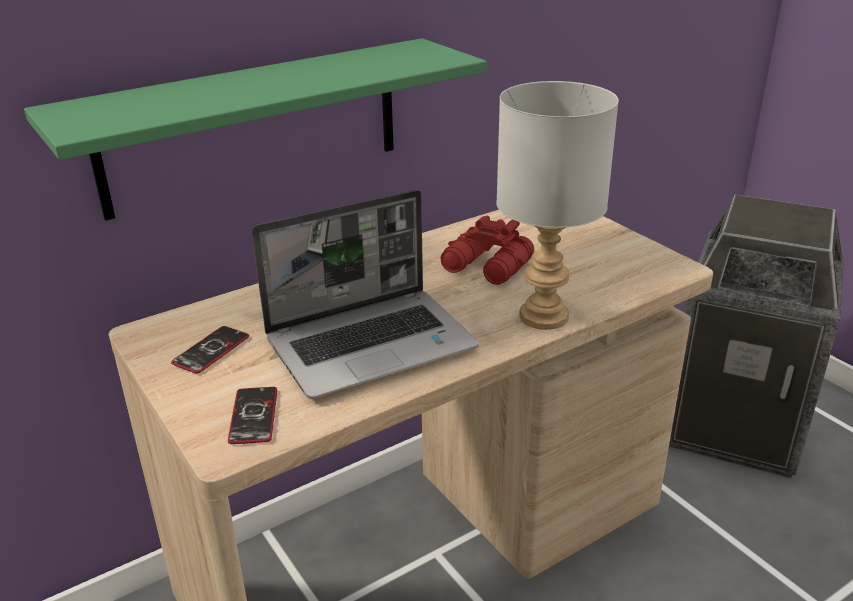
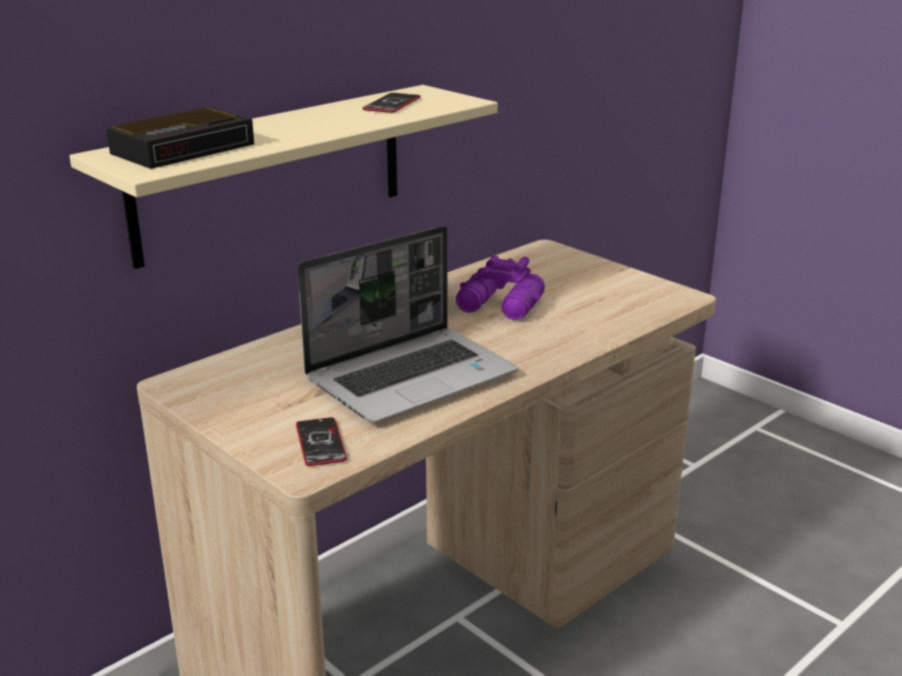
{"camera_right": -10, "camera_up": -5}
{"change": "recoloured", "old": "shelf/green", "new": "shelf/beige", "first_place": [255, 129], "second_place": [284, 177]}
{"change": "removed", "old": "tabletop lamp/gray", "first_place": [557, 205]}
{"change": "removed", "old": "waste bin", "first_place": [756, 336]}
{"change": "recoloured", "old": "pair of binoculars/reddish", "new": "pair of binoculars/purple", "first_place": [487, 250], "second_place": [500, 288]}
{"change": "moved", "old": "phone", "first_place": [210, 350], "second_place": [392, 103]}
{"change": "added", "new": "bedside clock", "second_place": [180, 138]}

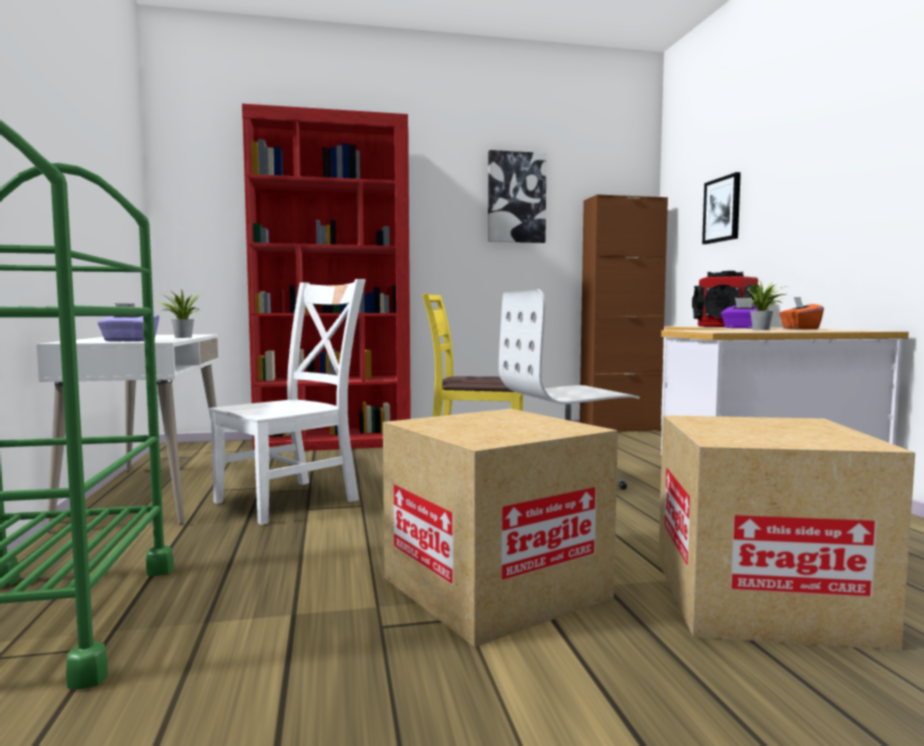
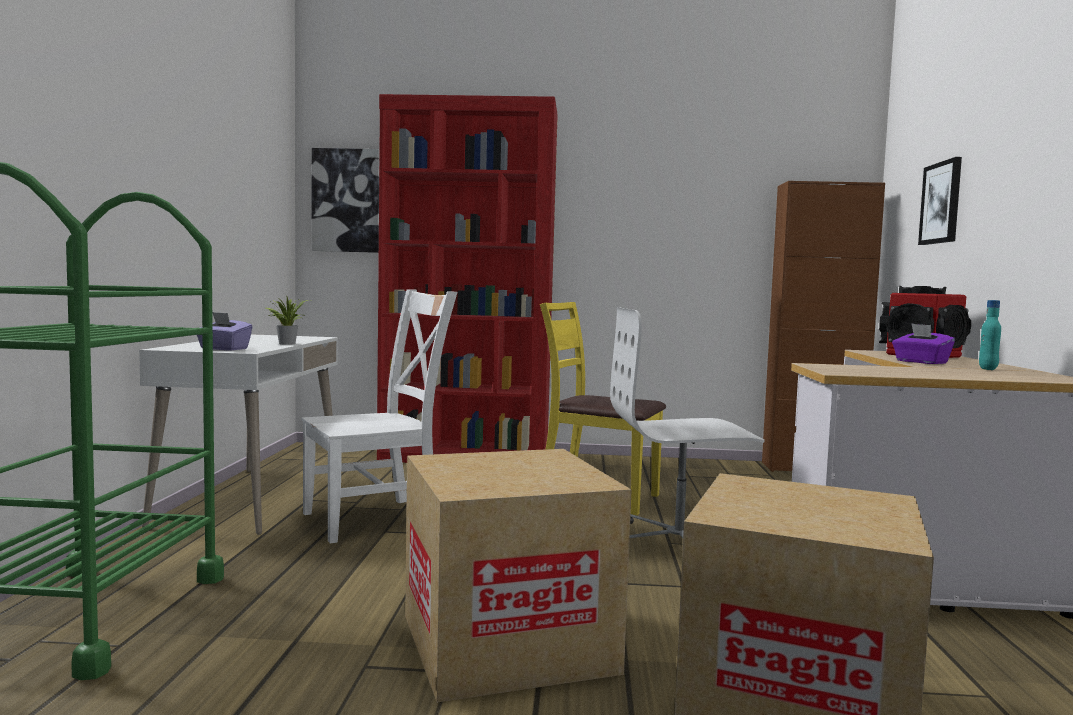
{"camera_right": 15, "camera_up": 0}
{"change": "moved", "old": "wall picture", "first_place": [517, 196], "second_place": [346, 200]}
{"change": "removed", "old": "plant in a pot", "first_place": [765, 305]}
{"change": "replaced", "old": "tissue box/orange-coloured", "new": "drink bottle/turquoise-coloured", "first_place": [801, 313], "second_place": [990, 335]}

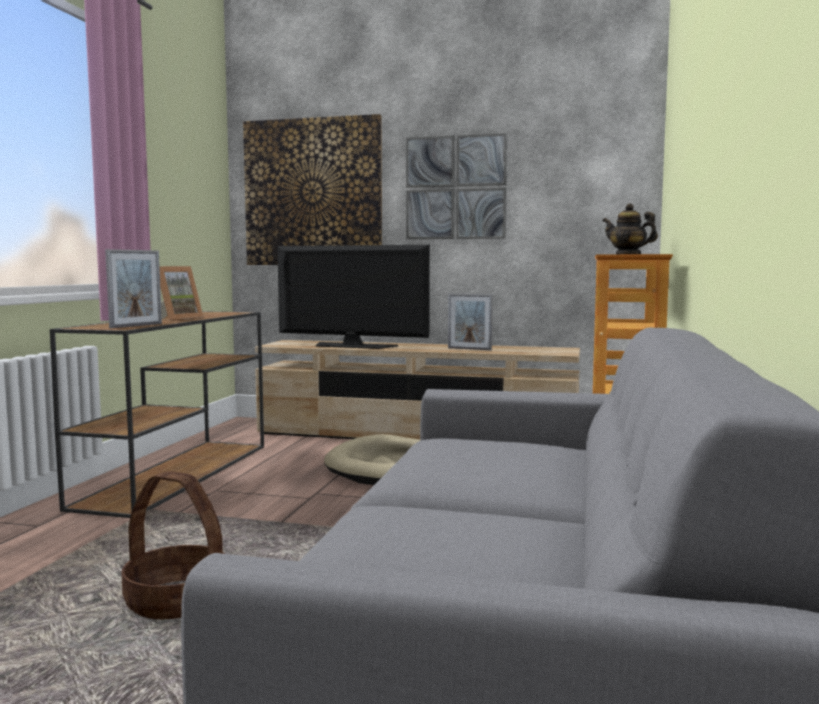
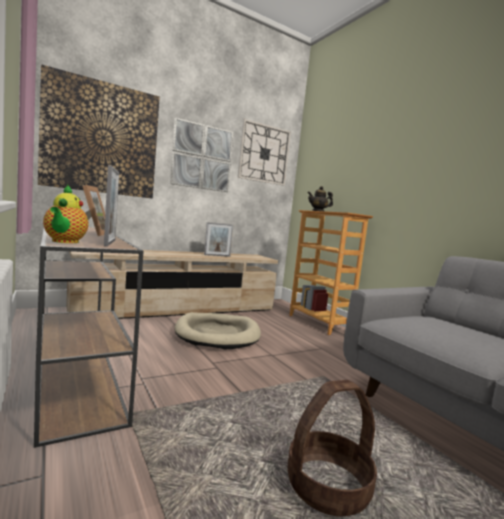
{"camera_right": -45, "camera_up": 0}
{"change": "removed", "old": "TV", "first_place": [353, 297]}
{"change": "added", "new": "wall clock", "second_place": [264, 152]}
{"change": "added", "new": "pot for tea", "second_place": [66, 213]}

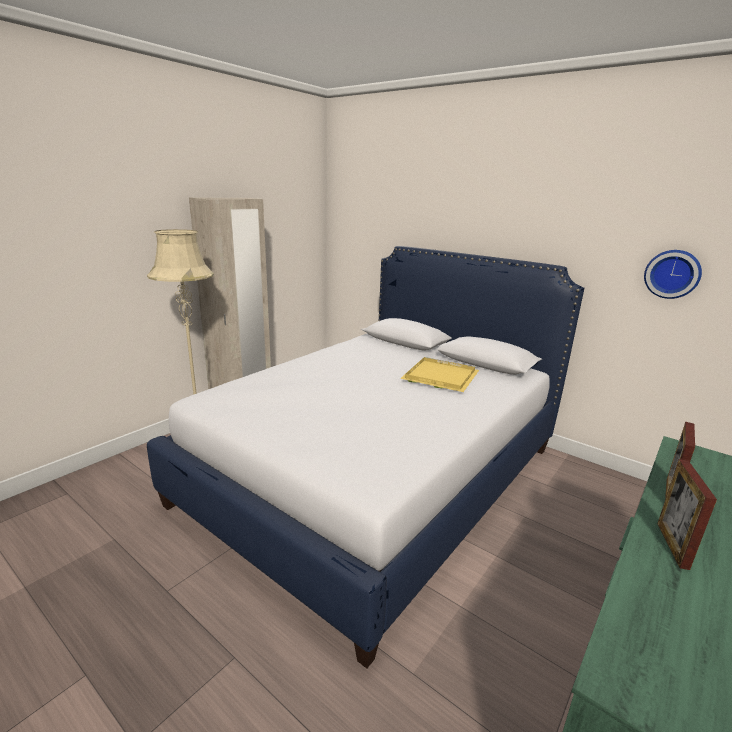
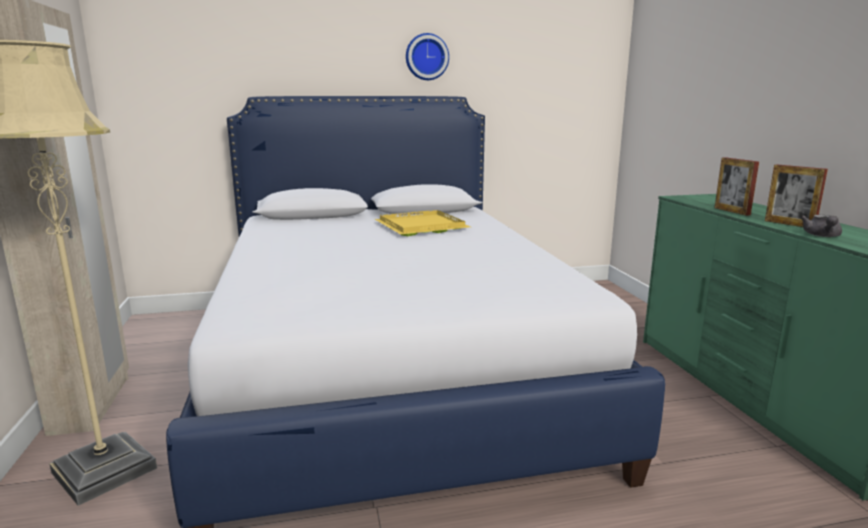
{"camera_right": -50, "camera_up": -5}
{"change": "moved", "old": "wall clock", "first_place": [673, 274], "second_place": [427, 56]}
{"change": "added", "new": "pot for tea/gray", "second_place": [821, 226]}

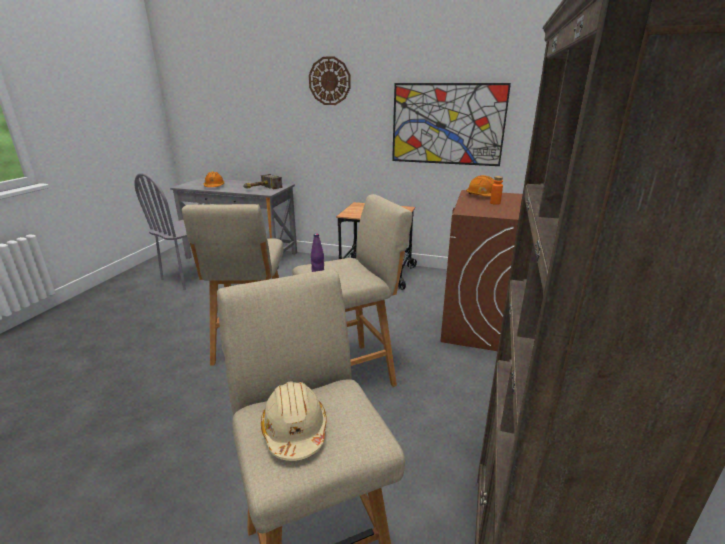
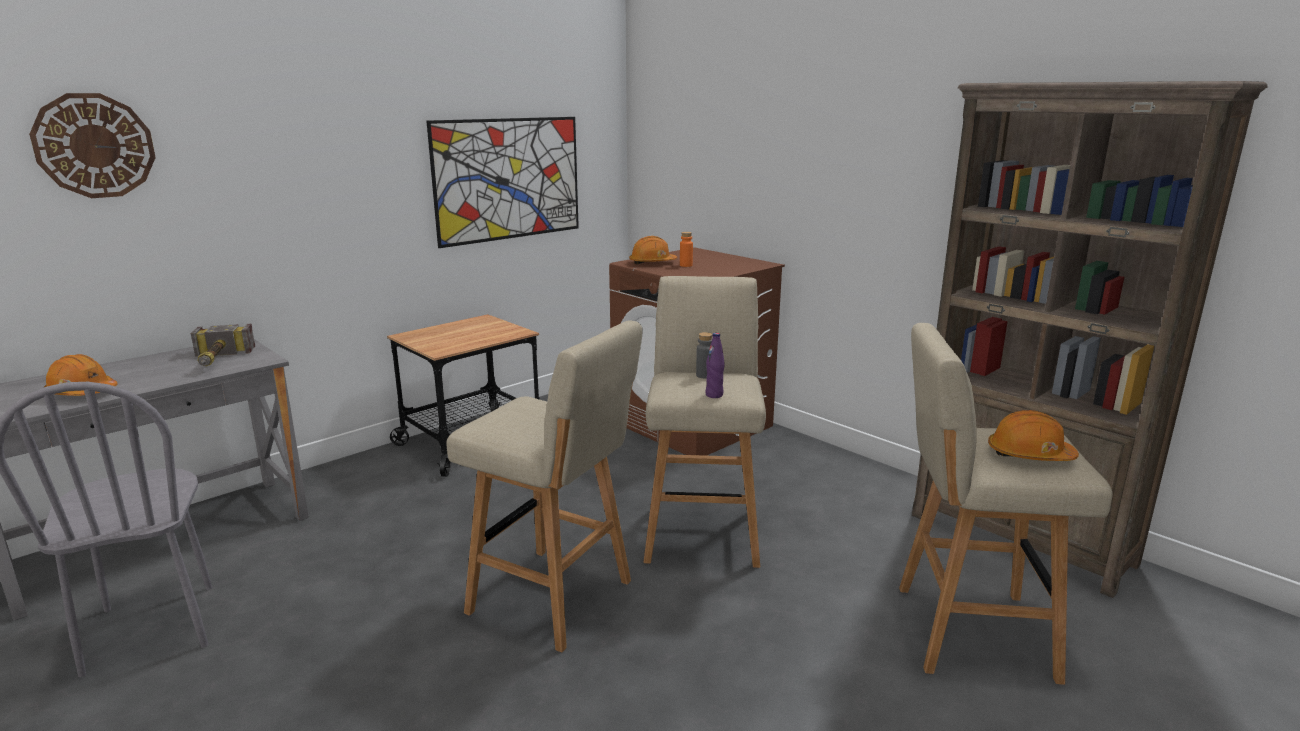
{"camera_right": -60, "camera_up": -5}
{"change": "moved", "old": "wall clock", "first_place": [330, 80], "second_place": [92, 145]}
{"change": "recoloured", "old": "safety helmet/beige", "new": "safety helmet/orange-coloured", "first_place": [294, 421], "second_place": [1033, 435]}
{"change": "added", "new": "drink bottle/gray", "second_place": [704, 355]}

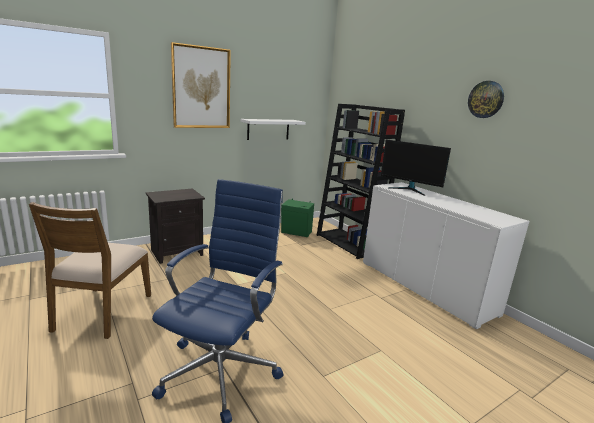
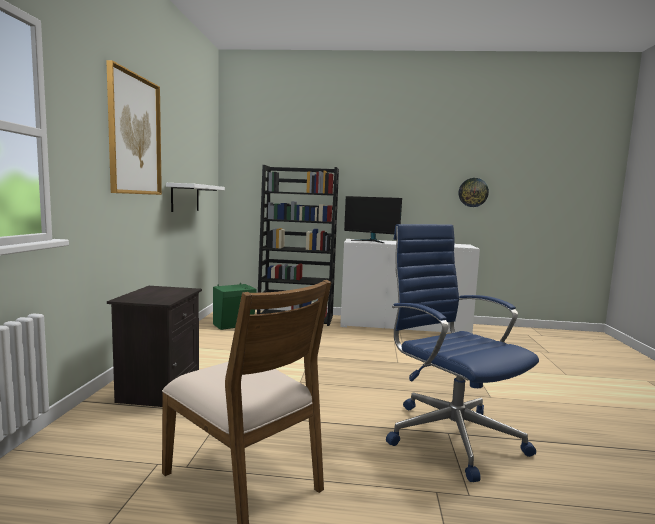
{"camera_right": -50, "camera_up": -10}
{"change": "moved", "old": "wall clock", "first_place": [486, 99], "second_place": [474, 192]}
{"change": "turned", "old": "computer display", "first_place": [416, 167], "second_place": [373, 219], "degrees": 45}

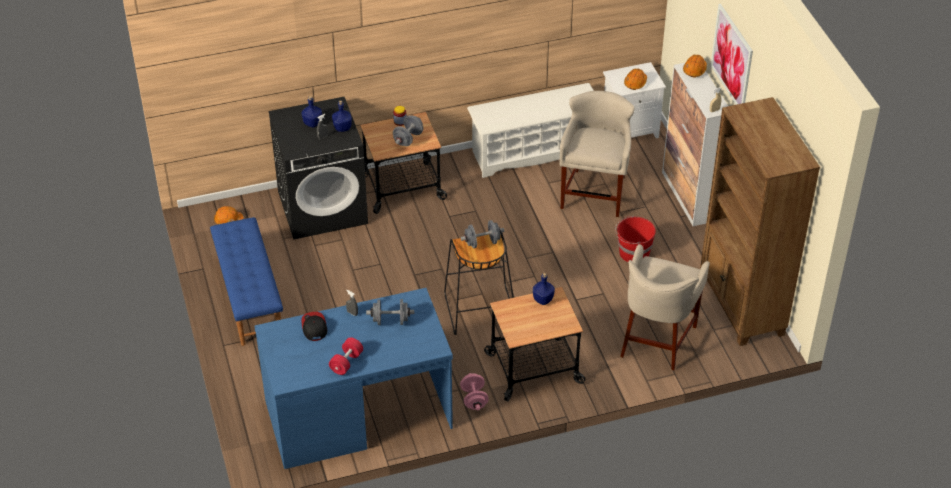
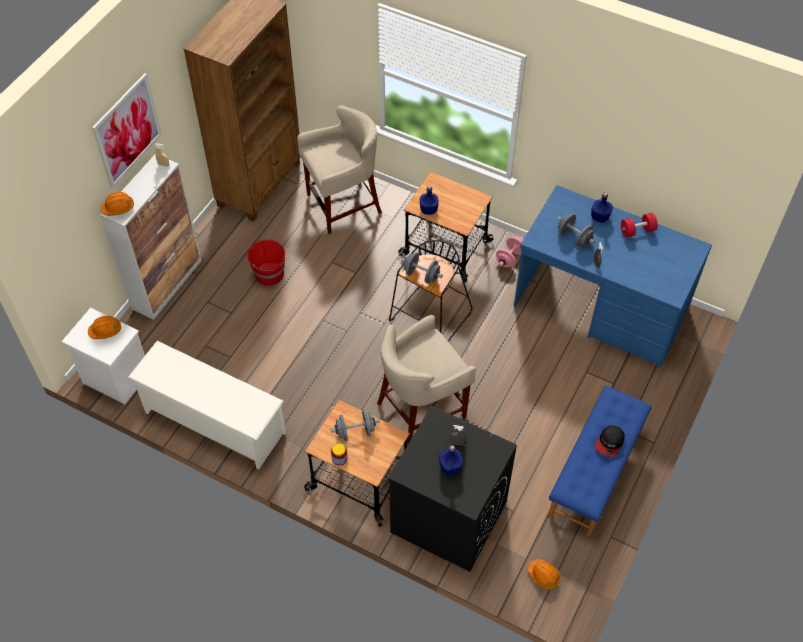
{"camera_right": -135, "camera_up": 10}
{"change": "moved", "old": "stool/beige", "first_place": [596, 154], "second_place": [426, 379]}
{"change": "moved", "old": "drink bottle/blue", "first_place": [342, 116], "second_place": [602, 207]}
{"change": "moved", "old": "baseball cap", "first_place": [314, 326], "second_place": [610, 441]}

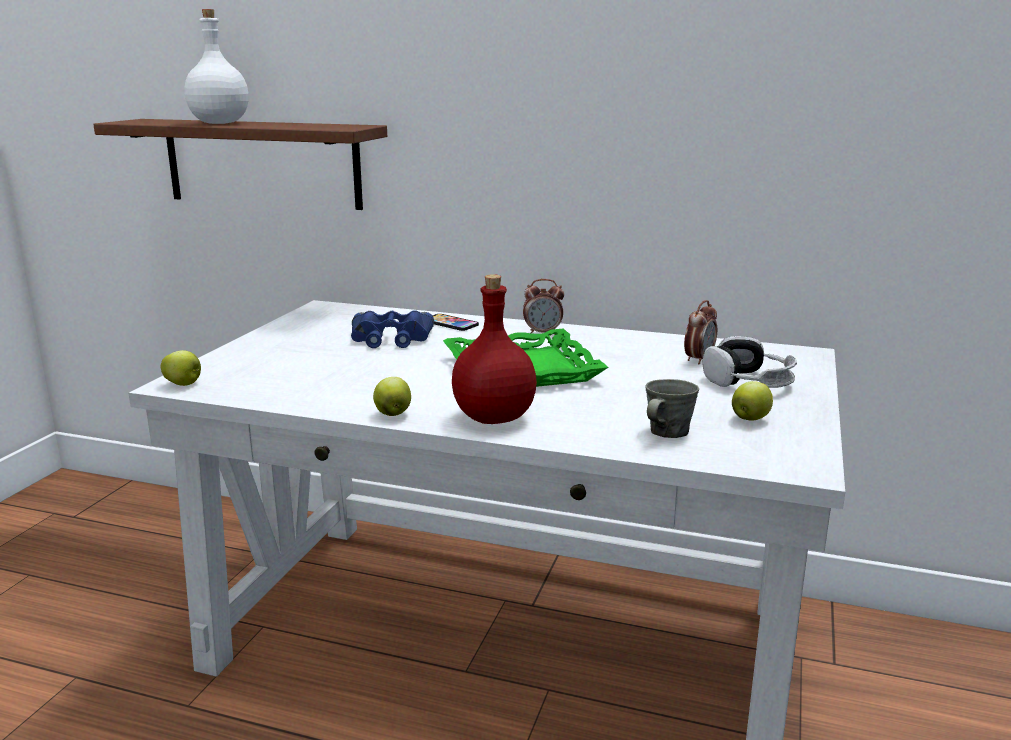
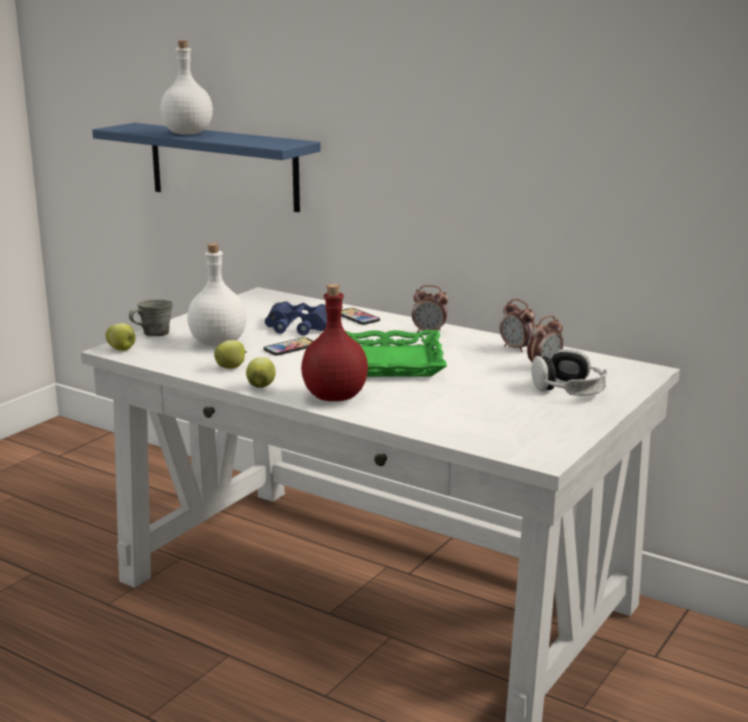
{"camera_right": 15, "camera_up": 0}
{"change": "recoloured", "old": "shelf/brownish", "new": "shelf/blue", "first_place": [240, 164], "second_place": [206, 167]}
{"change": "moved", "old": "mug/gray", "first_place": [672, 408], "second_place": [151, 318]}
{"change": "moved", "old": "apple", "first_place": [752, 400], "second_place": [230, 354]}
{"change": "added", "new": "drink bottle/whitish", "second_place": [217, 294]}
{"change": "added", "new": "bedside clock", "second_place": [518, 326]}
{"change": "added", "new": "phone", "second_place": [288, 346]}

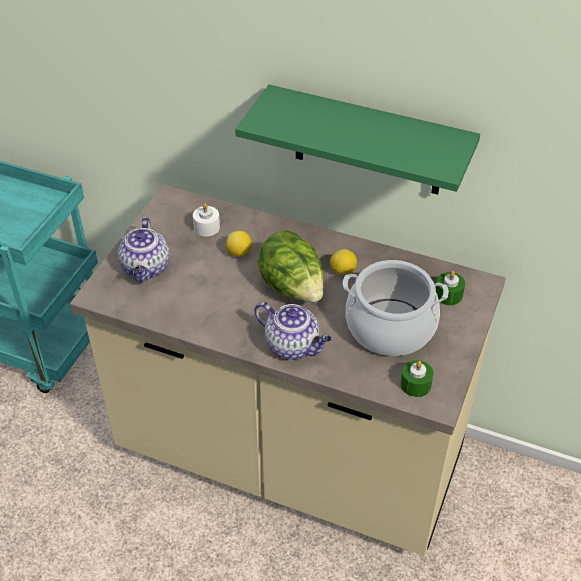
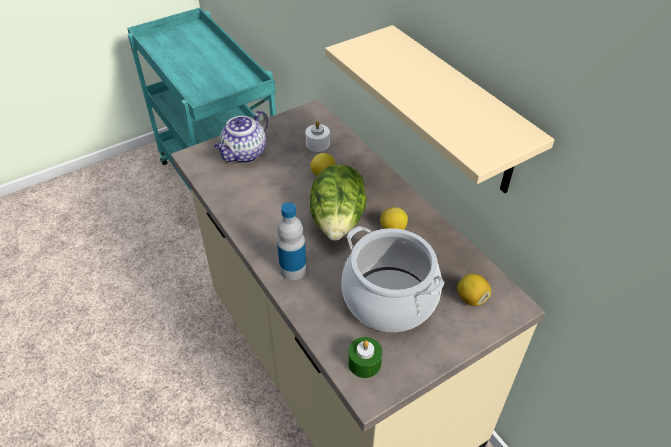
{"camera_right": 35, "camera_up": 0}
{"change": "recoloured", "old": "shelf/green", "new": "shelf/beige", "first_place": [357, 140], "second_place": [440, 109]}
{"change": "replaced", "old": "wax candle/green", "new": "whole lemon", "first_place": [450, 288], "second_place": [474, 290]}
{"change": "replaced", "old": "pot for tea", "new": "drink bottle", "first_place": [293, 331], "second_place": [292, 241]}

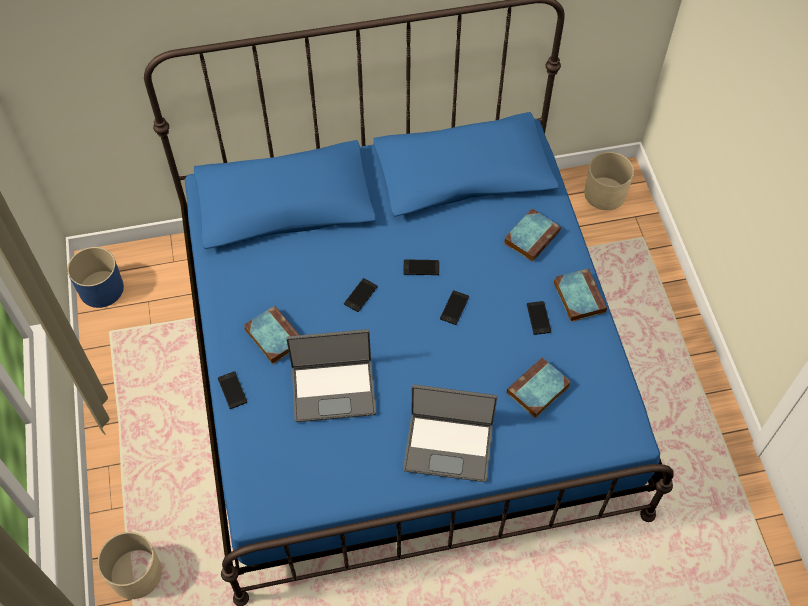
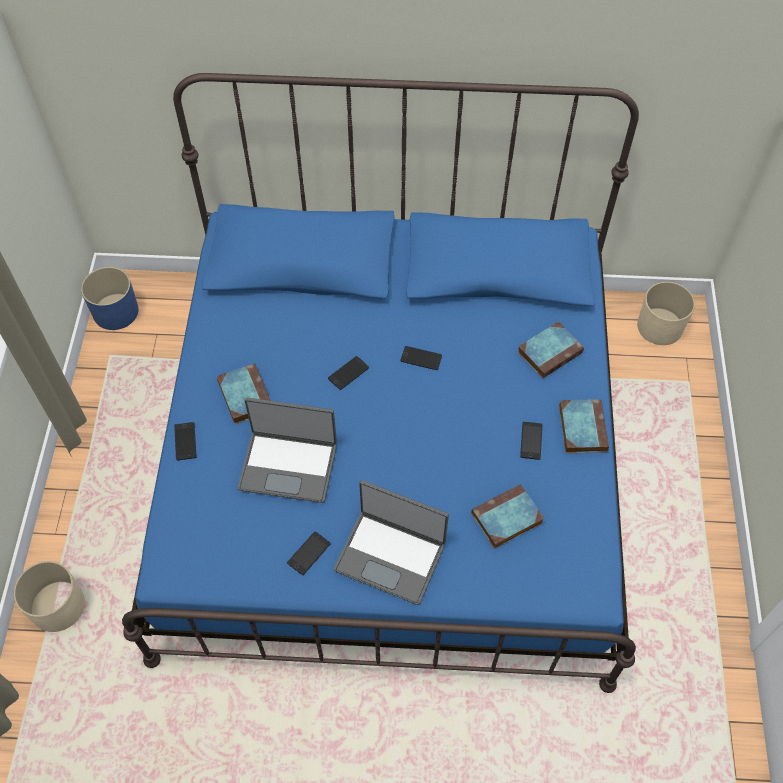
{"camera_right": 15, "camera_up": 0}
{"change": "moved", "old": "phone", "first_place": [454, 307], "second_place": [309, 553]}

